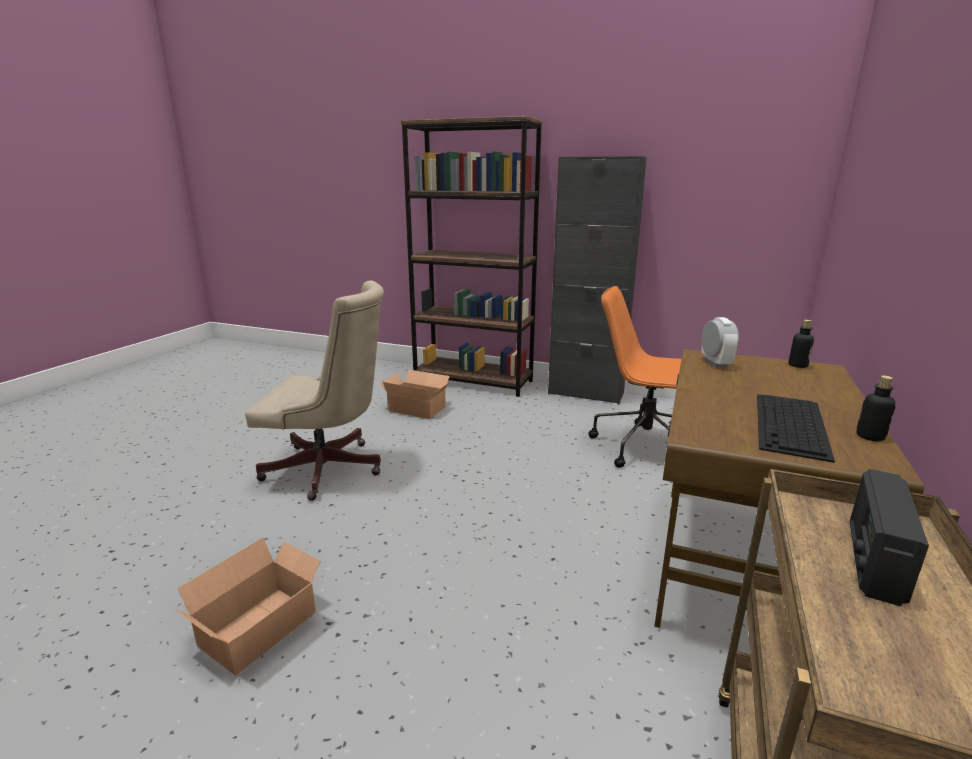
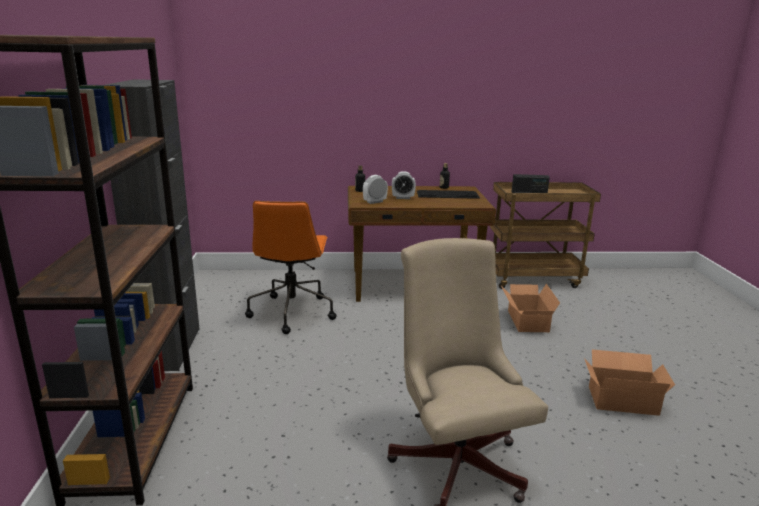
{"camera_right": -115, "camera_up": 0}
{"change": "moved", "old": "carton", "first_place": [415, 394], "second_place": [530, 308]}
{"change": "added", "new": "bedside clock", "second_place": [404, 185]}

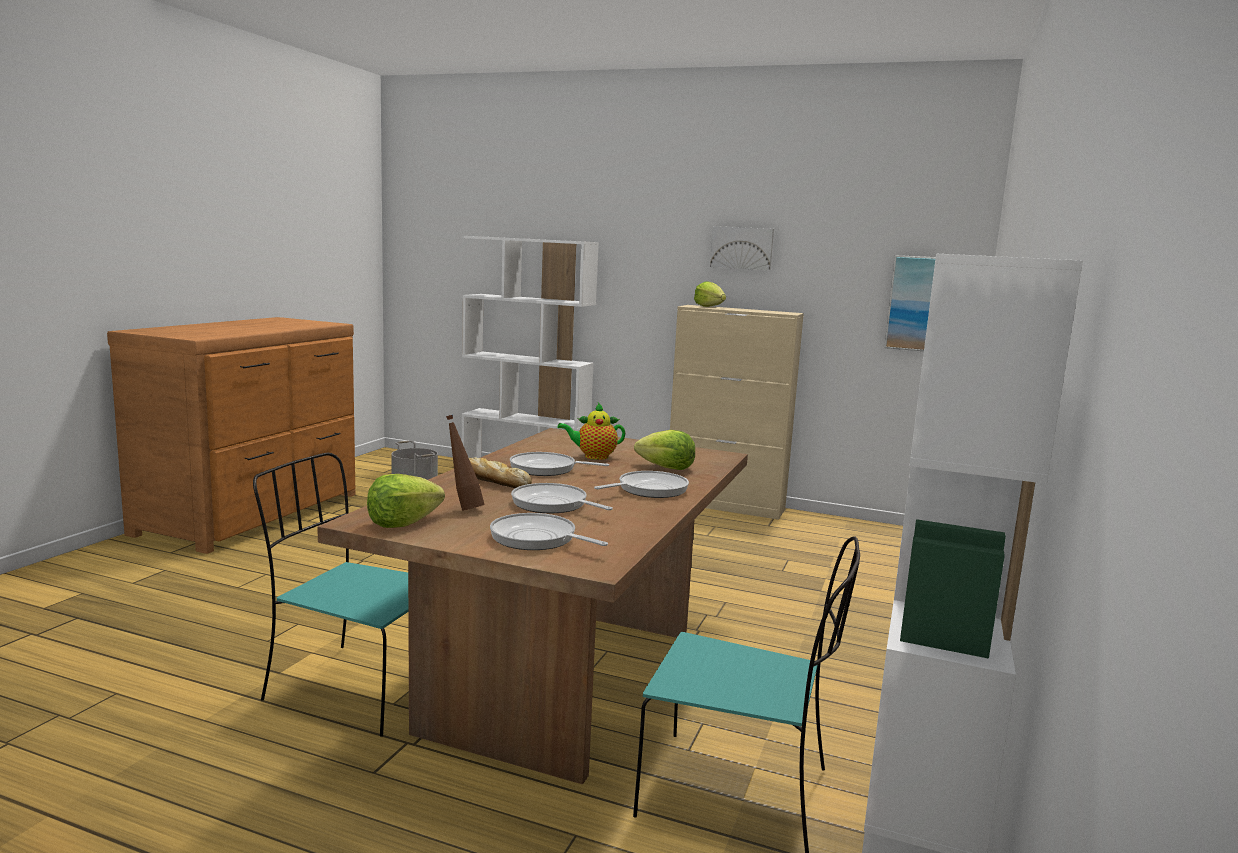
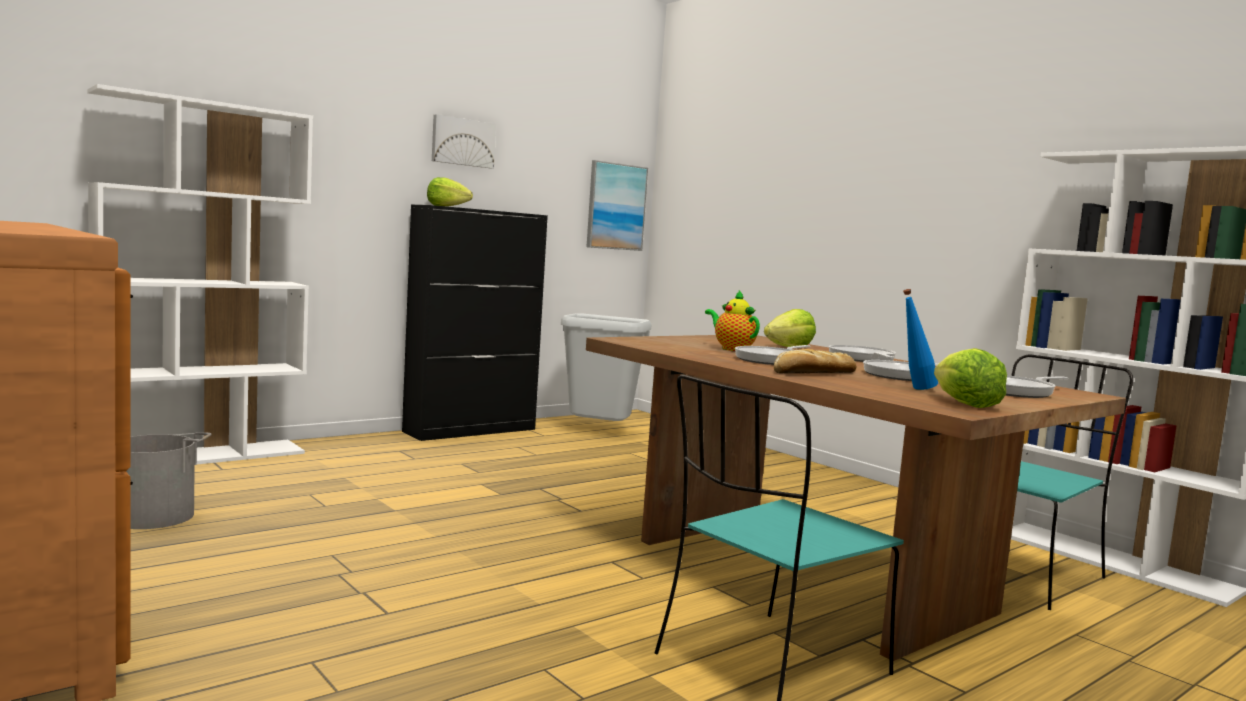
{"camera_right": -60, "camera_up": -5}
{"change": "recoloured", "old": "cabinet/beige", "new": "cabinet/black-coloured", "first_place": [737, 412], "second_place": [475, 323]}
{"change": "turned", "old": "pot for tea", "first_place": [591, 431], "second_place": [732, 320], "degrees": 120}
{"change": "recoloured", "old": "drink bottle/brownish", "new": "drink bottle/blue", "first_place": [465, 463], "second_place": [920, 339]}
{"change": "added", "new": "waste bin/gray", "second_place": [606, 367]}

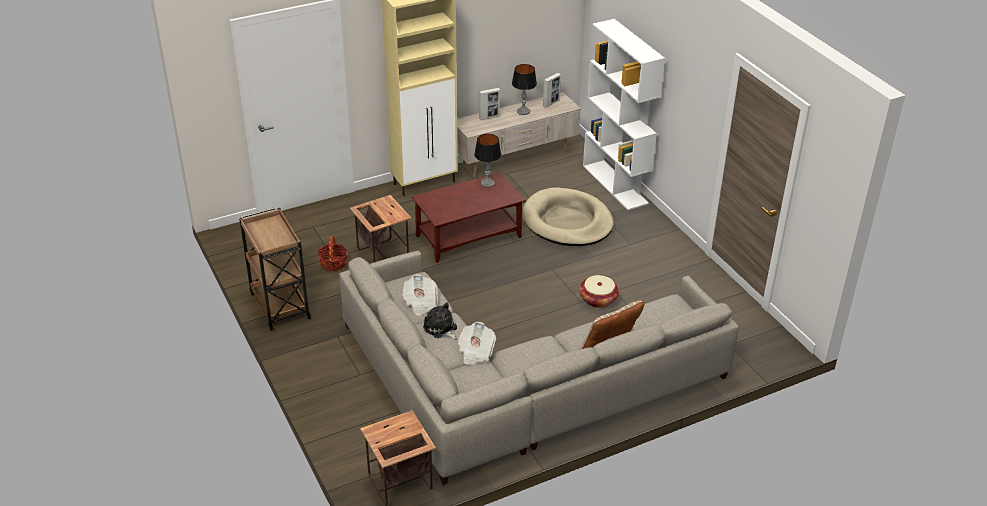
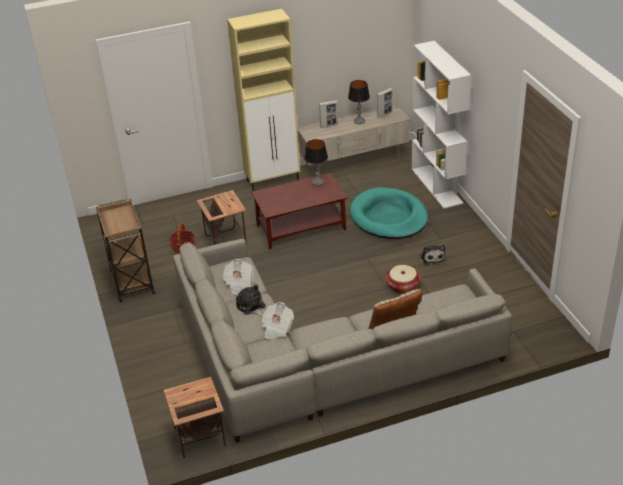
{"camera_right": 10, "camera_up": 0}
{"change": "recoloured", "old": "dog bed/beige", "new": "dog bed/turquoise-coloured", "first_place": [568, 217], "second_place": [389, 213]}
{"change": "added", "new": "soft toy", "second_place": [432, 255]}

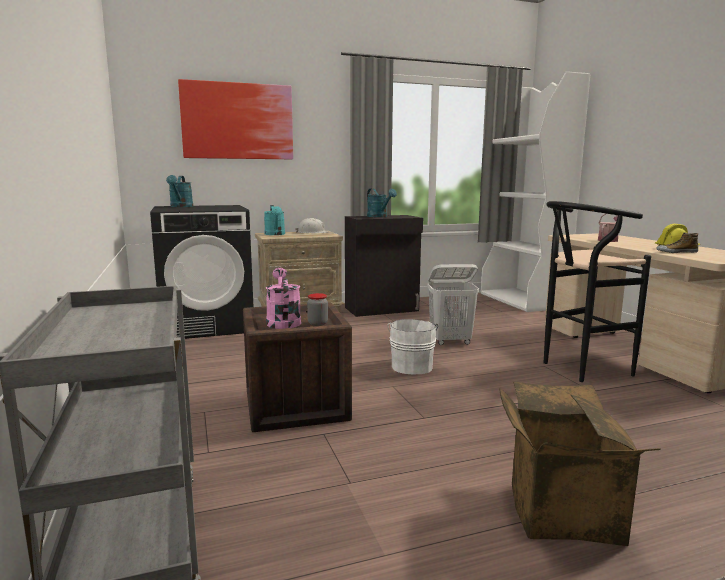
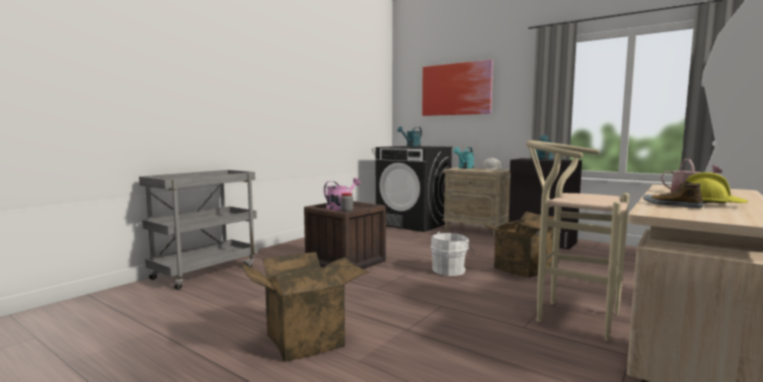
{"camera_right": 55, "camera_up": -5}
{"change": "recoloured", "old": "stool/black-coloured", "new": "stool/beige", "first_place": [597, 291], "second_place": [577, 240]}
{"change": "replaced", "old": "laundry basket/whitish", "new": "carton", "first_place": [453, 304], "second_place": [519, 244]}

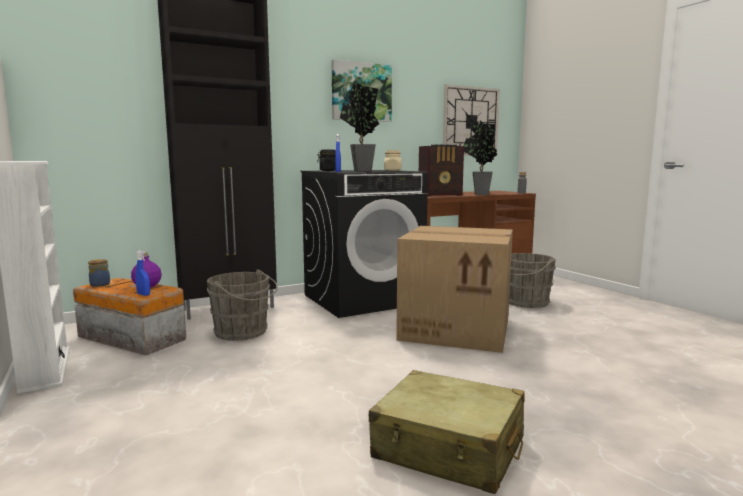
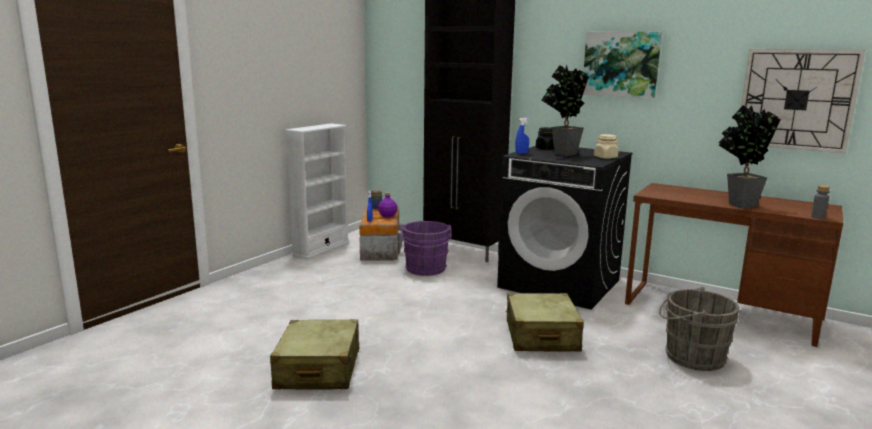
{"camera_right": 60, "camera_up": 5}
{"change": "removed", "old": "radio receiver", "first_place": [441, 170]}
{"change": "replaced", "old": "carton", "new": "piece of luggage/beige", "first_place": [454, 289], "second_place": [545, 322]}
{"change": "recoloured", "old": "pail/gray", "new": "pail/purple", "first_place": [242, 305], "second_place": [426, 248]}

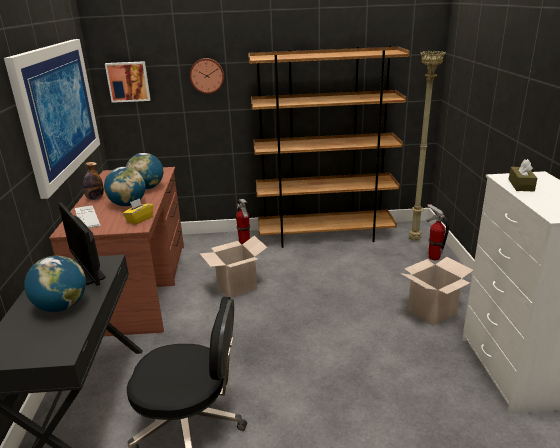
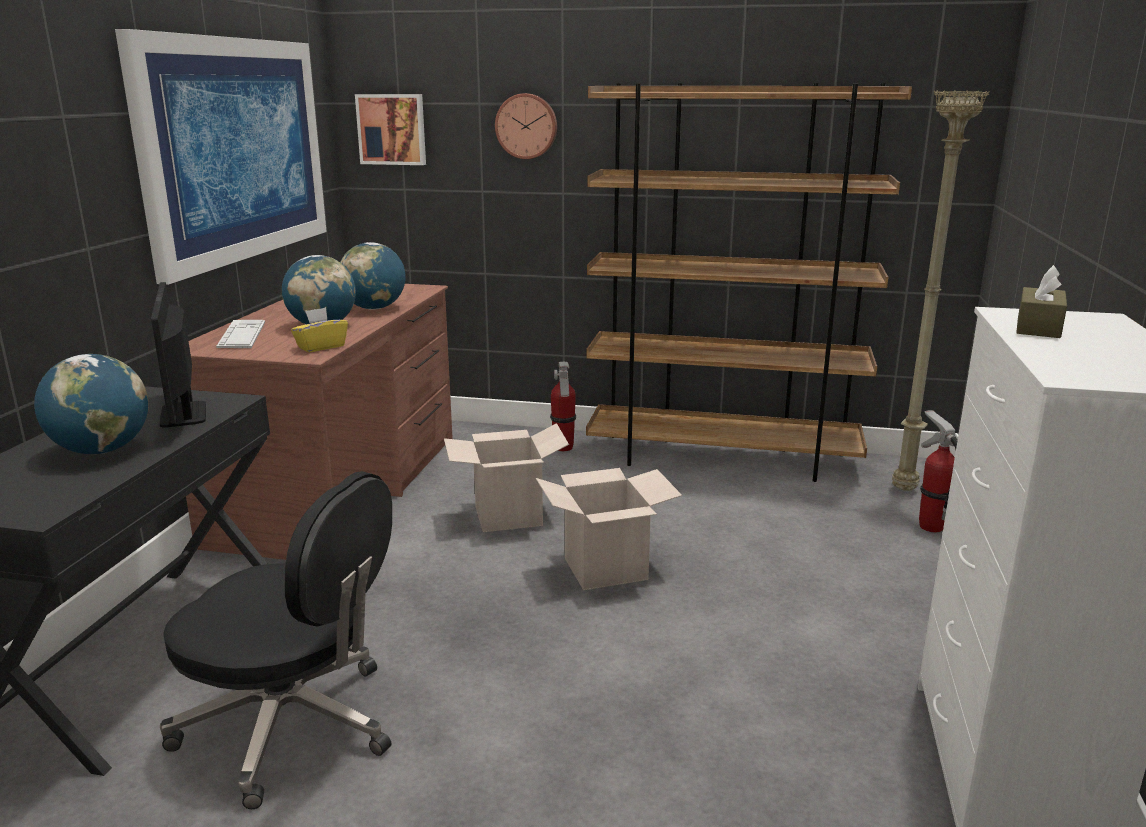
{"camera_right": 15, "camera_up": -5}
{"change": "removed", "old": "drink bottle", "first_place": [93, 181]}
{"change": "moved", "old": "carton", "first_place": [436, 291], "second_place": [609, 529]}

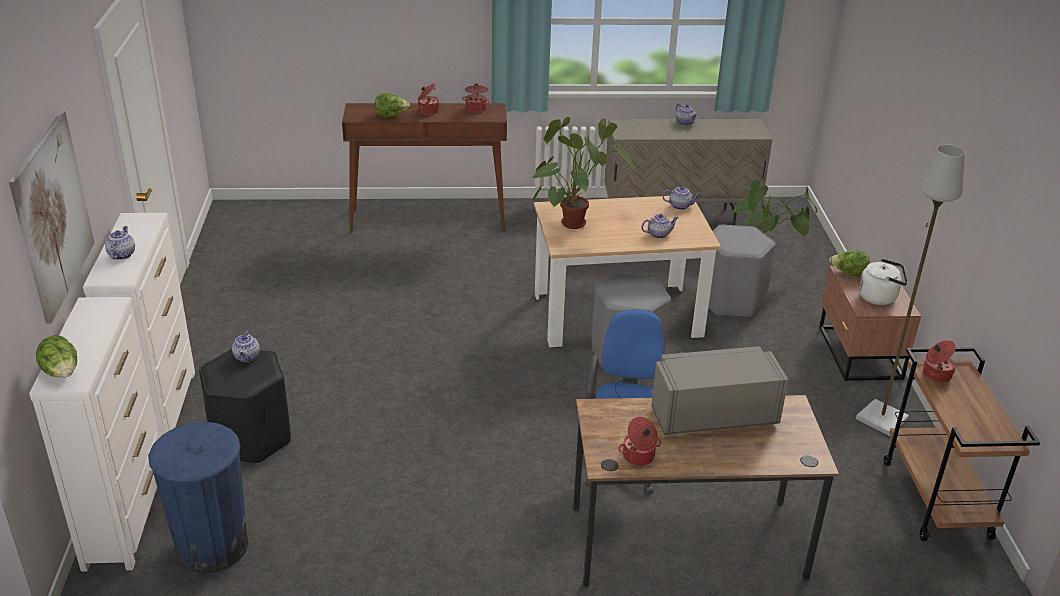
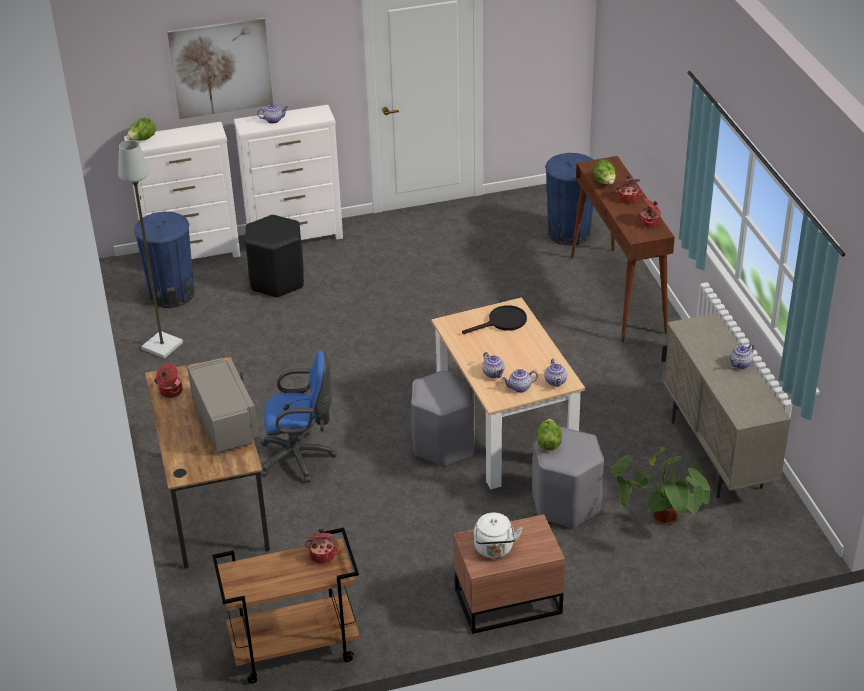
{"camera_right": 80, "camera_up": 5}
{"change": "replaced", "old": "plant in a pot", "new": "pan/black-coloured", "first_place": [583, 173], "second_place": [494, 319]}
{"change": "moved", "old": "standard lamp/gray", "first_place": [910, 290], "second_place": [150, 249]}
{"change": "moved", "old": "lettuce", "first_place": [849, 263], "second_place": [549, 435]}
{"change": "moved", "old": "pot for tea", "first_place": [246, 346], "second_place": [520, 381]}
{"change": "added", "new": "waste bin/blue", "second_place": [569, 199]}

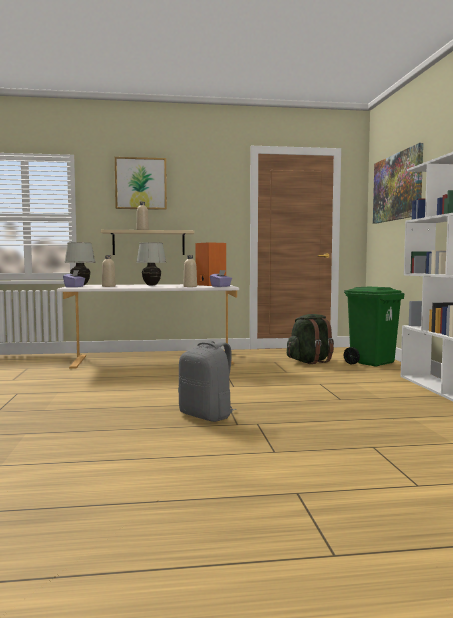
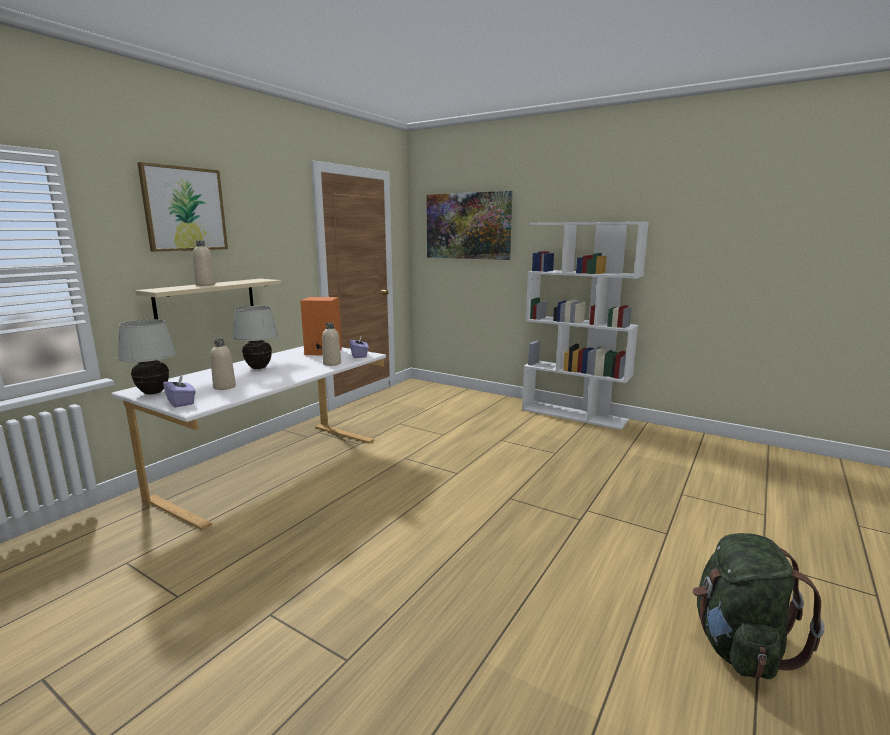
{"camera_right": -50, "camera_up": 10}
{"change": "removed", "old": "waste bin/green", "first_place": [374, 326]}
{"change": "moved", "old": "knapsack/green", "first_place": [310, 339], "second_place": [758, 606]}
{"change": "removed", "old": "knapsack/gray", "first_place": [207, 381]}

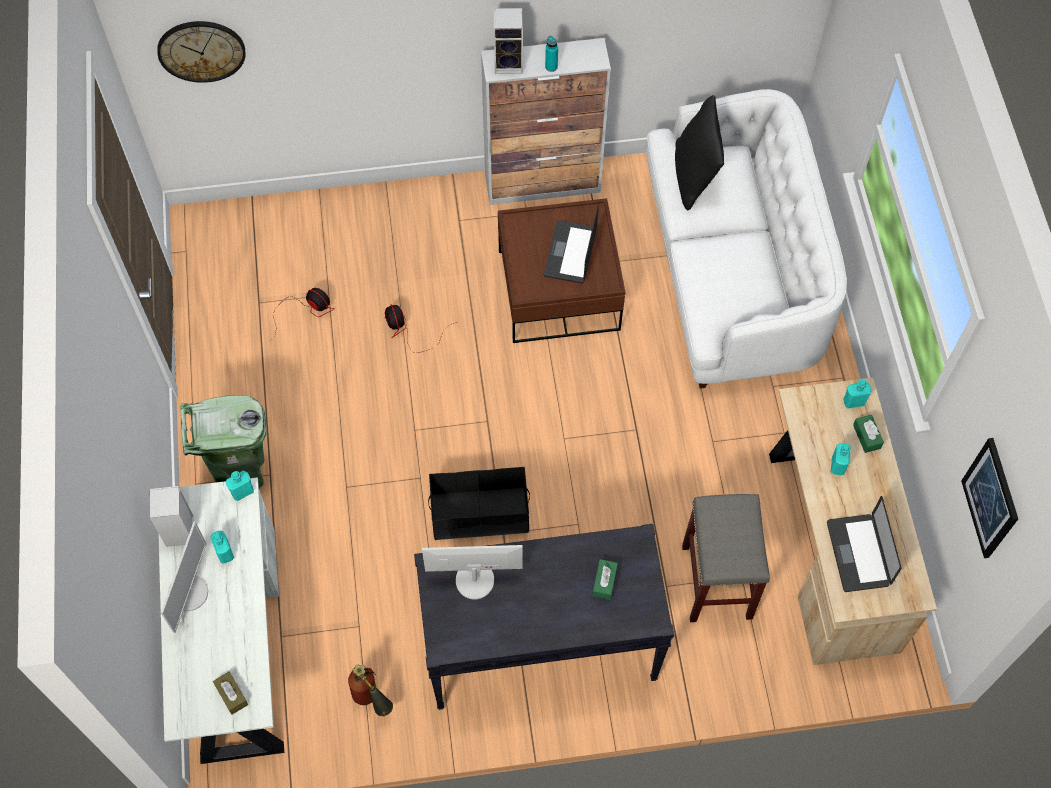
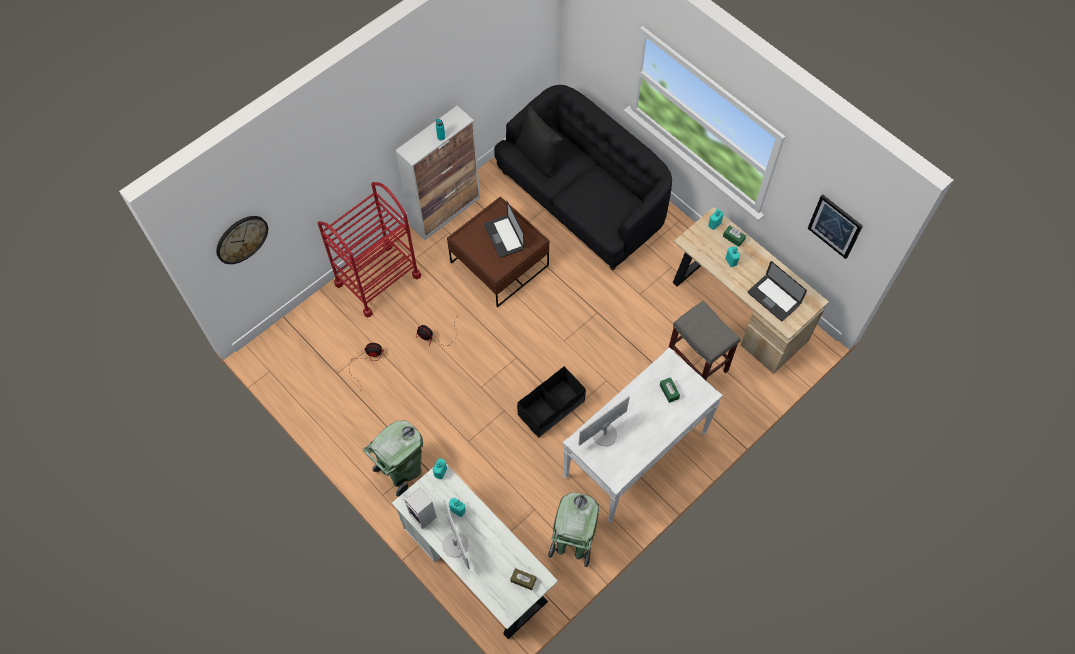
{"camera_right": -35, "camera_up": 0}
{"change": "removed", "old": "speaker", "first_place": [508, 41]}
{"change": "recoloured", "old": "couch/whitish", "new": "couch/black-coloured", "first_place": [746, 238], "second_place": [583, 178]}
{"change": "recoloured", "old": "hall table/black-coloured", "new": "hall table/whitish", "first_place": [544, 617], "second_place": [643, 435]}
{"change": "replaced", "old": "fire extinguisher", "new": "waste bin/green", "first_place": [370, 690], "second_place": [573, 529]}
{"change": "added", "new": "wheeled cart/reddish", "second_place": [369, 250]}

